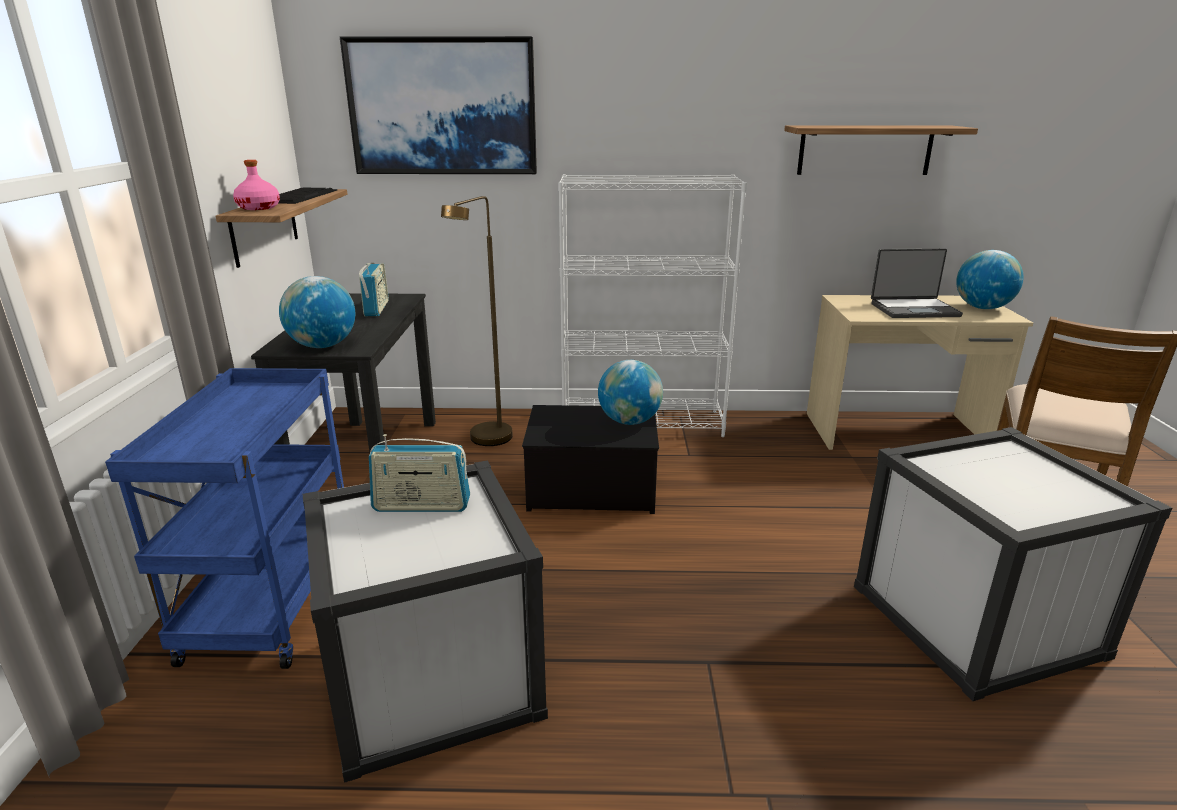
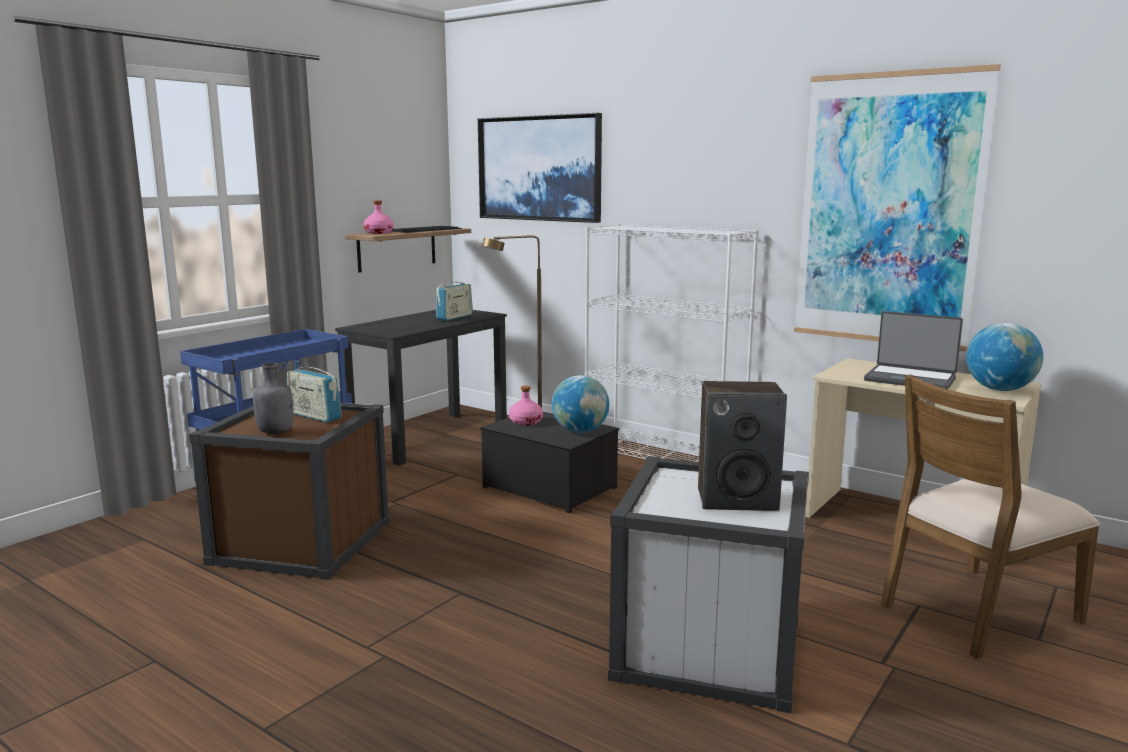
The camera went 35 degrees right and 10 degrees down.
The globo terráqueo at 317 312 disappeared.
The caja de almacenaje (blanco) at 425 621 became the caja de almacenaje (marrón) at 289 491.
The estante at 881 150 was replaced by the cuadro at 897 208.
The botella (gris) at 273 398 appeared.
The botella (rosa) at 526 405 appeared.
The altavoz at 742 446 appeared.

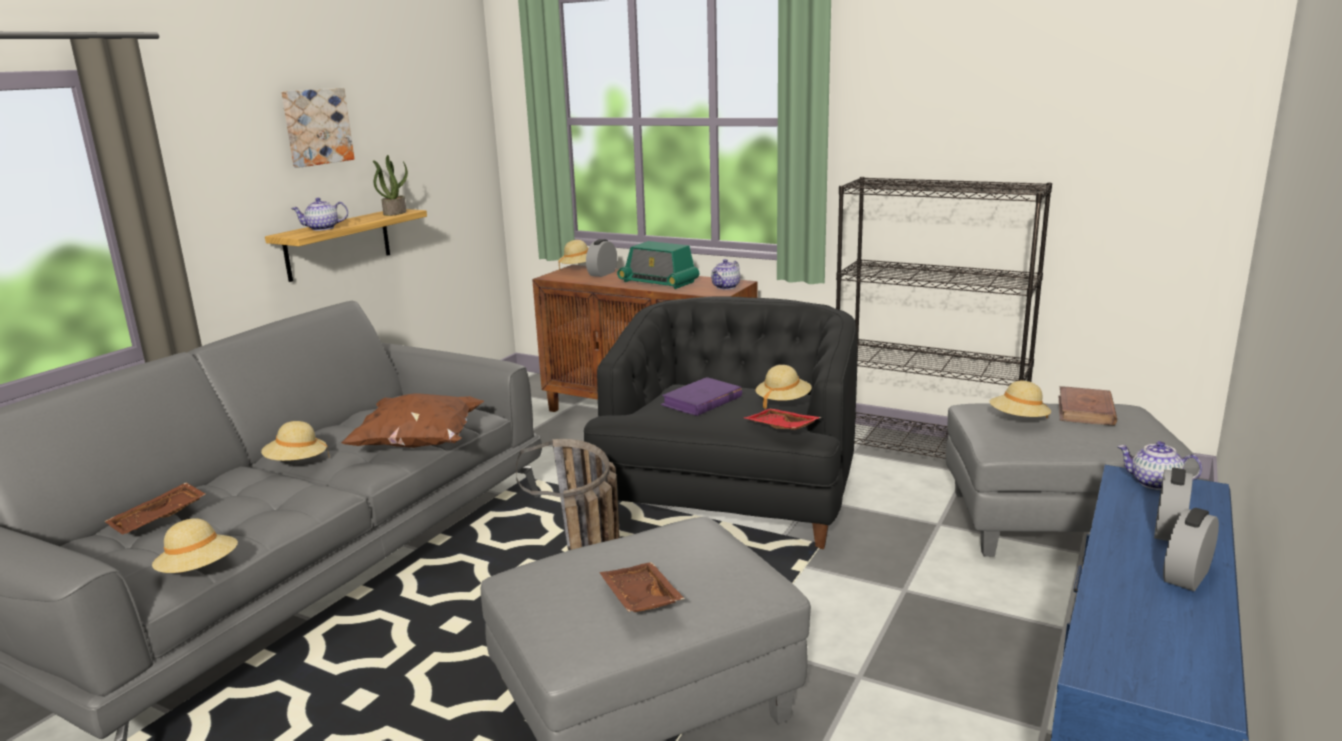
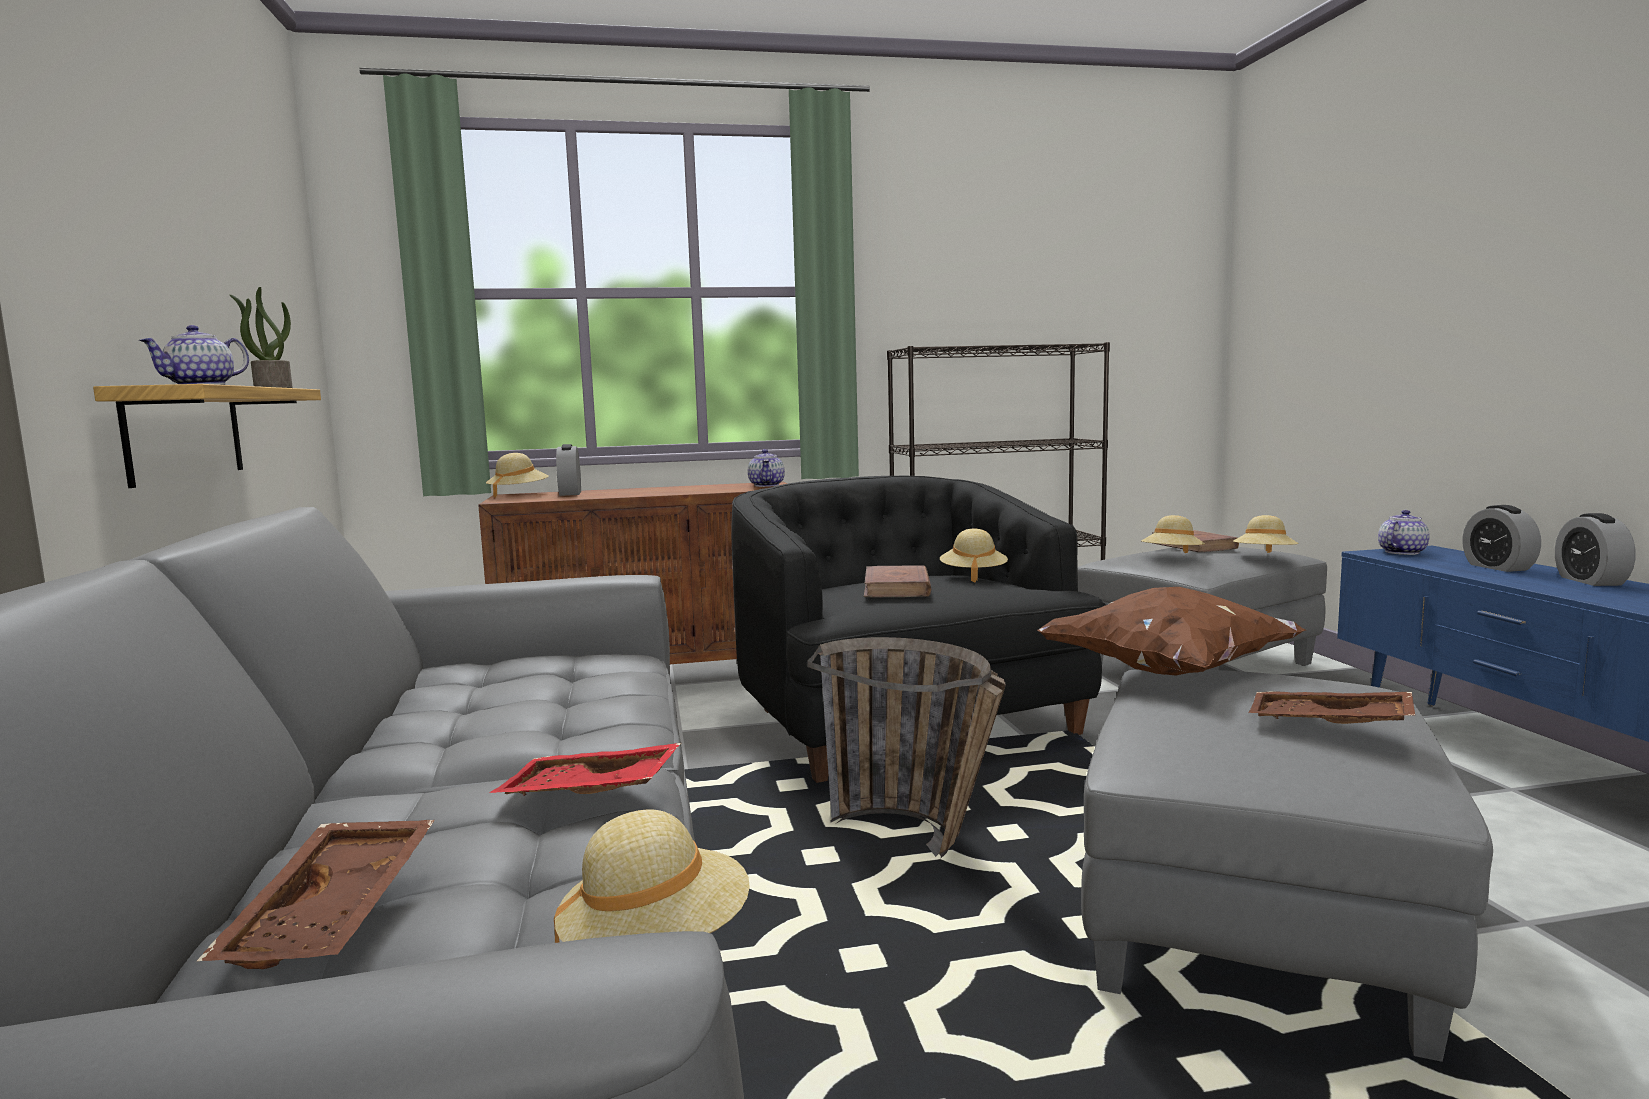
The camera went 40 degrees left and 10 degrees down.
The sombrero (beis) moved from 295 441 to 1265 534.
The cuadro at 317 128 disappeared.
The cojín (marrón) moved from 412 420 to 1171 631.
The radio at 658 265 disappeared.
The libro (morado) at 701 396 became the libro (marrón) at 897 581.
The bandeja (rojo) moved from 783 419 to 585 769.
The tetera at 1159 465 turned 150 degrees clockwise.

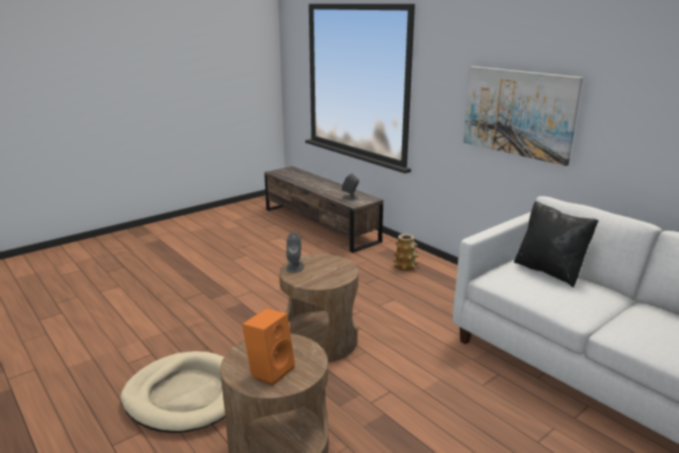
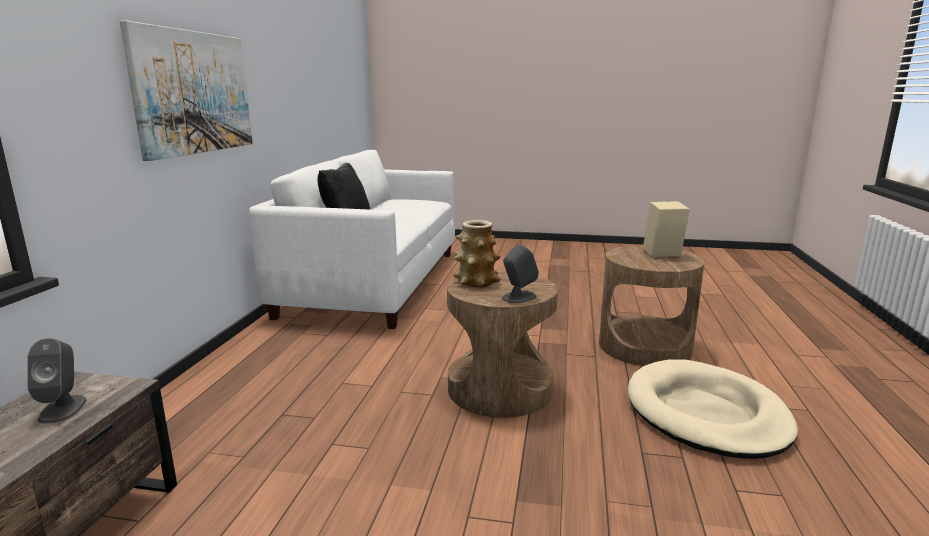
The camera went 130 degrees left and 5 degrees down.
The altavoz (naranja) at 268 347 became the altavoz (beis) at 666 229.
The florero moved from 406 252 to 477 254.

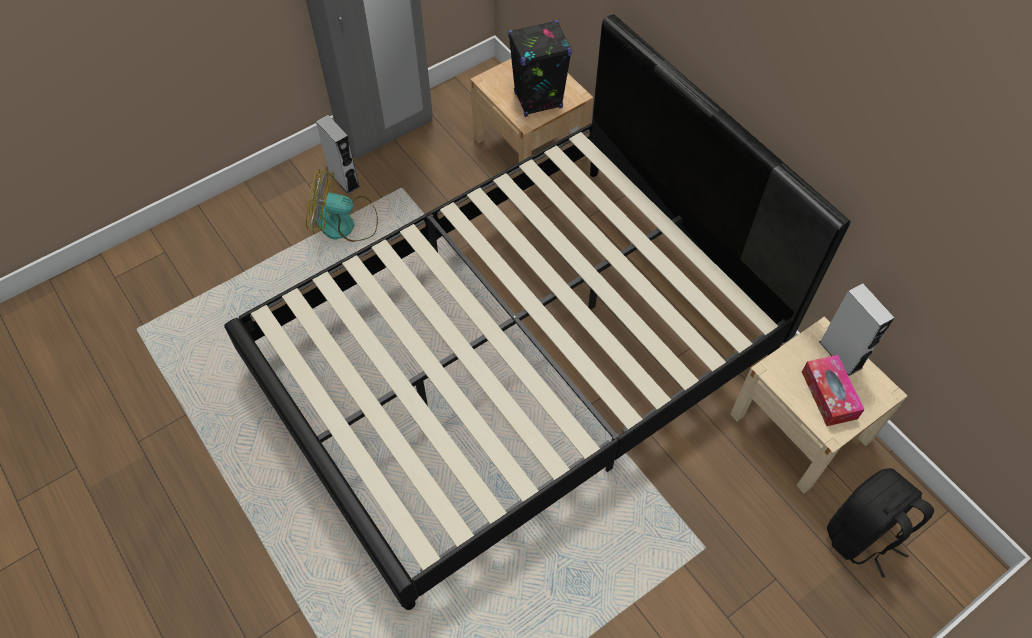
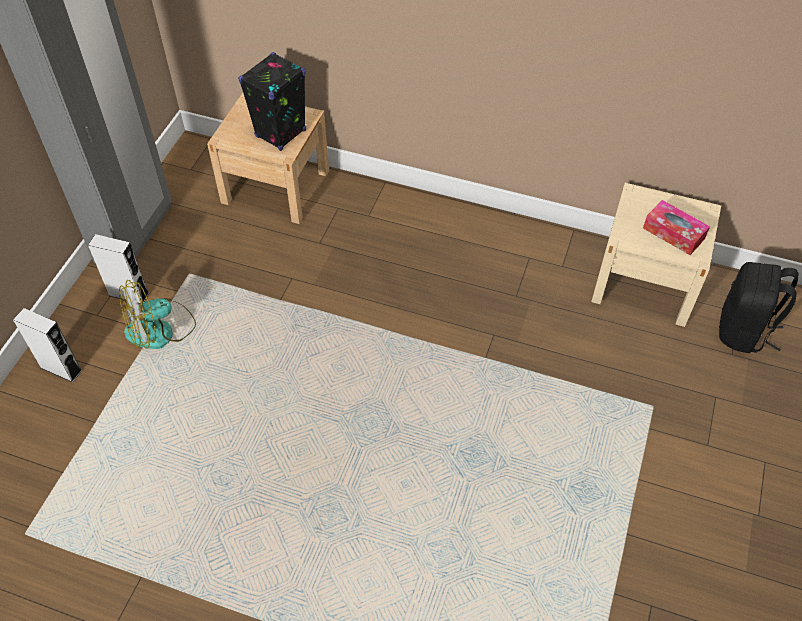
The camera went 35 degrees left and 5 degrees down.
The cama (negro) at 537 312 disappeared.
The altavoz (gris) moved from 857 329 to 47 345.

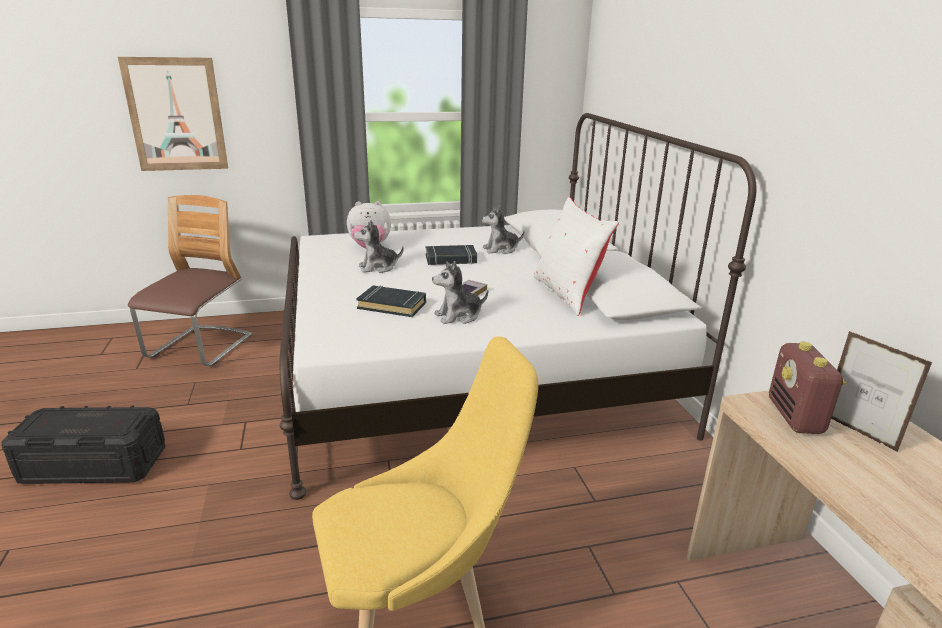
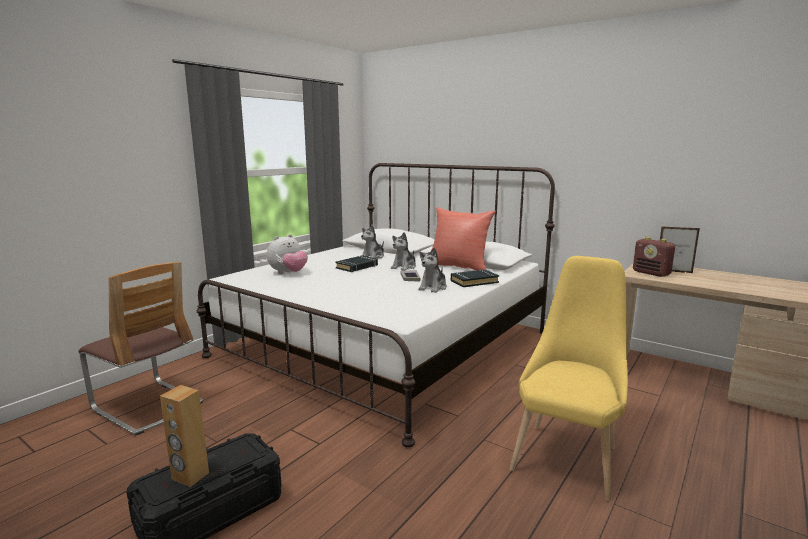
The camera went 40 degrees left and 10 degrees down.
The cuadro at 173 114 disappeared.
The silla at 190 280 turned 150 degrees clockwise.
The peluche moved from 379 246 to 403 251.
The libro (negro) moved from 391 301 to 475 278.
The cojín (blanco) at 576 256 became the cojín (rojo) at 463 238.
The altavoz (marrón) at 184 436 appeared.

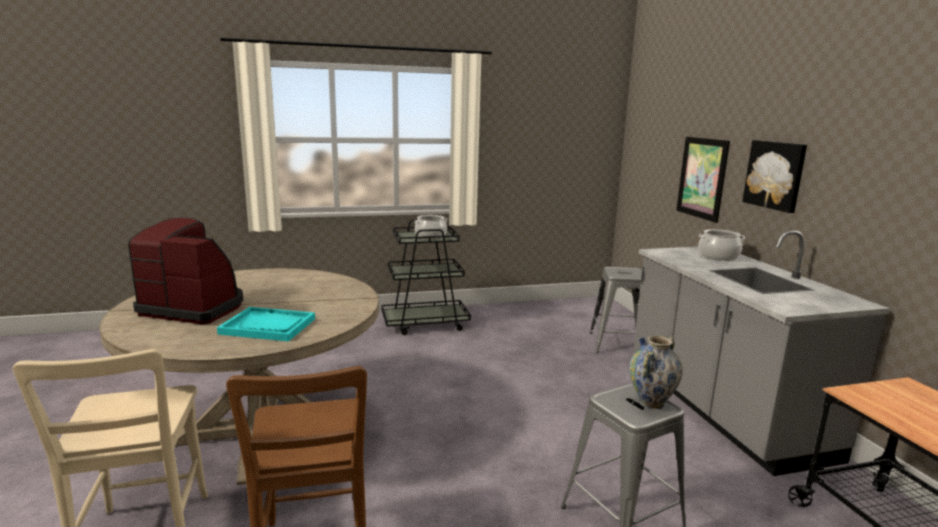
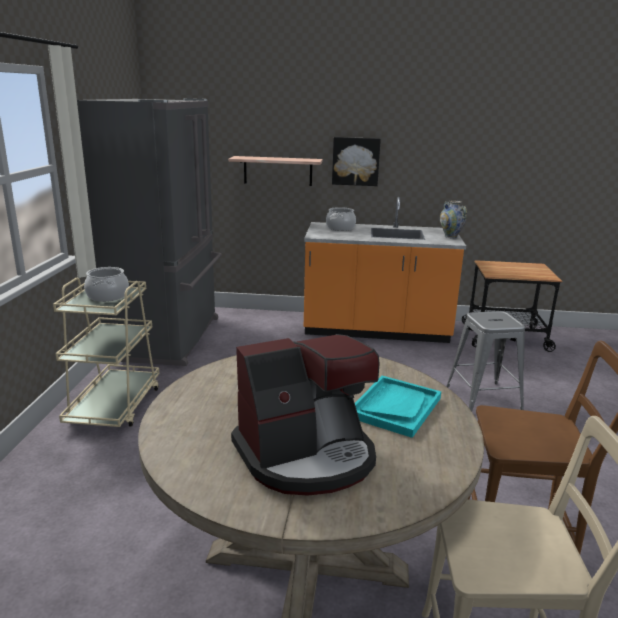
The camera went 70 degrees left and 5 degrees up.
The cafetera at 185 270 turned 150 degrees counterclockwise.
The carrito (negro) at 426 277 became the carrito (beis) at 106 352.
The taburete (gris) at 616 310 disappeared.
The florero moved from 656 373 to 453 219.
The mueble bajo de cocina (gris) at 761 353 became the mueble bajo de cocina (naranja) at 385 270.
The cuadro at 703 180 was replaced by the estante at 275 171.
The nevera (gris) at 149 232 appeared.

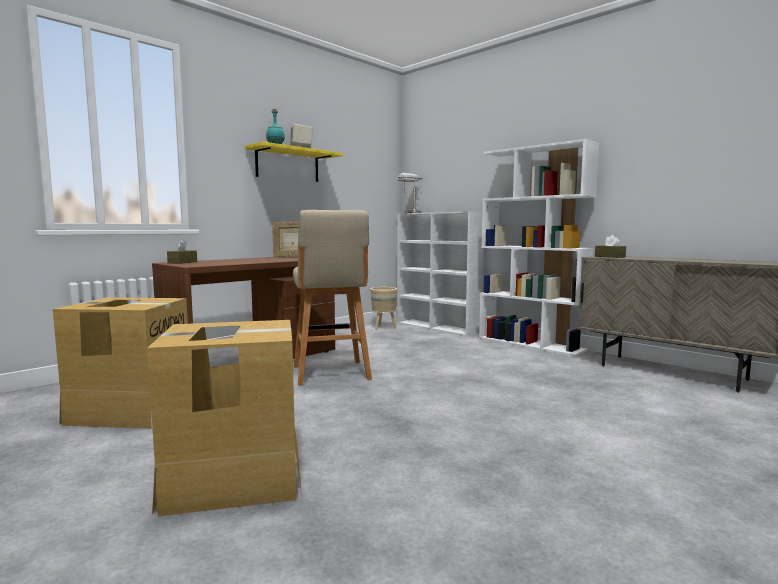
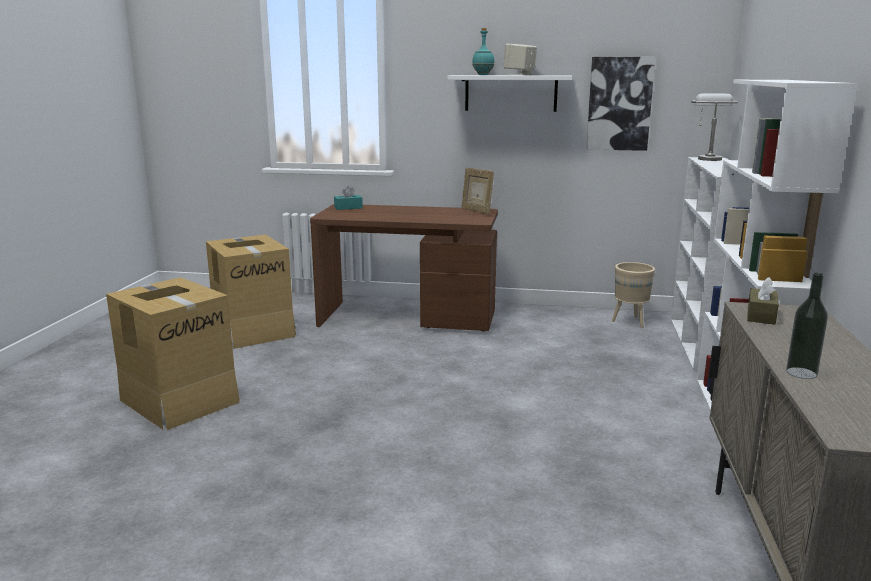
The camera went 55 degrees right and 10 degrees up.
The caja de pañuelos (marrón) at 182 251 became the caja de pañuelos (turquesa) at 348 198.
The estante (amarillo) at 294 162 became the estante (blanco) at 509 93.
The taburete (beis) at 332 298 disappeared.
The cuadro at 620 104 appeared.
The botella at 807 326 appeared.

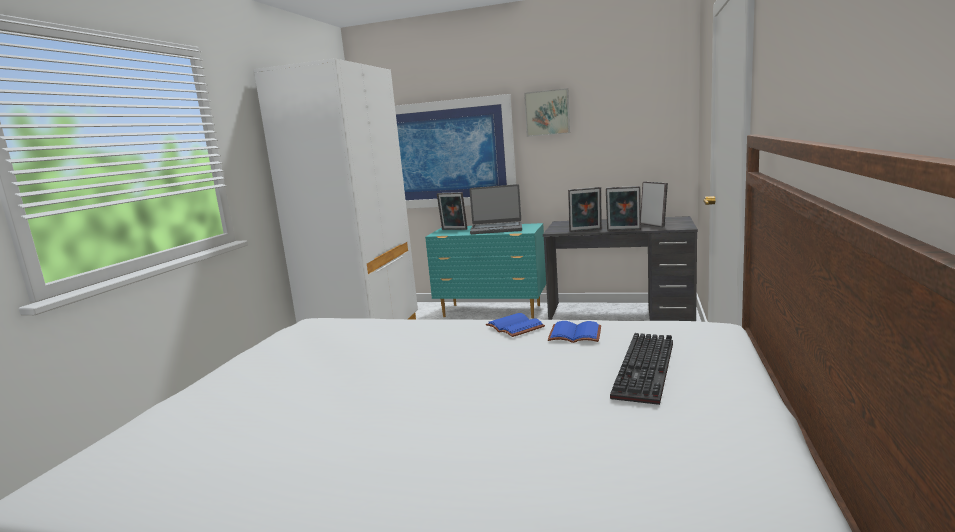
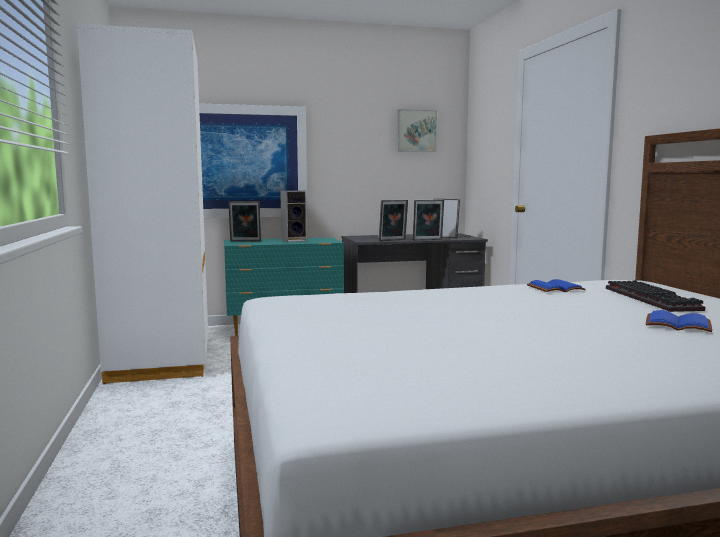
The camera went 30 degrees left and 5 degrees down.
The portátil at 495 209 was replaced by the altavoz at 293 216.
The libro (azul) moved from 515 325 to 679 321.
The cuadro moved from 547 112 to 416 130.

